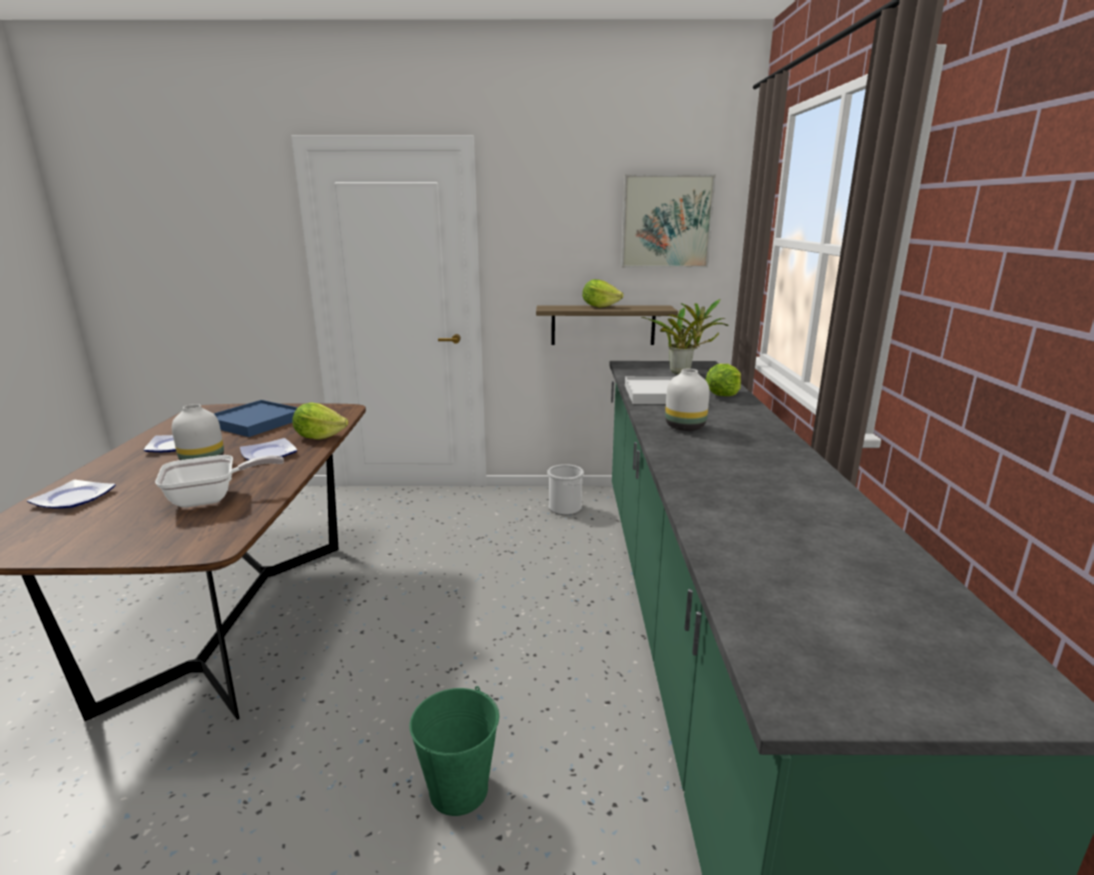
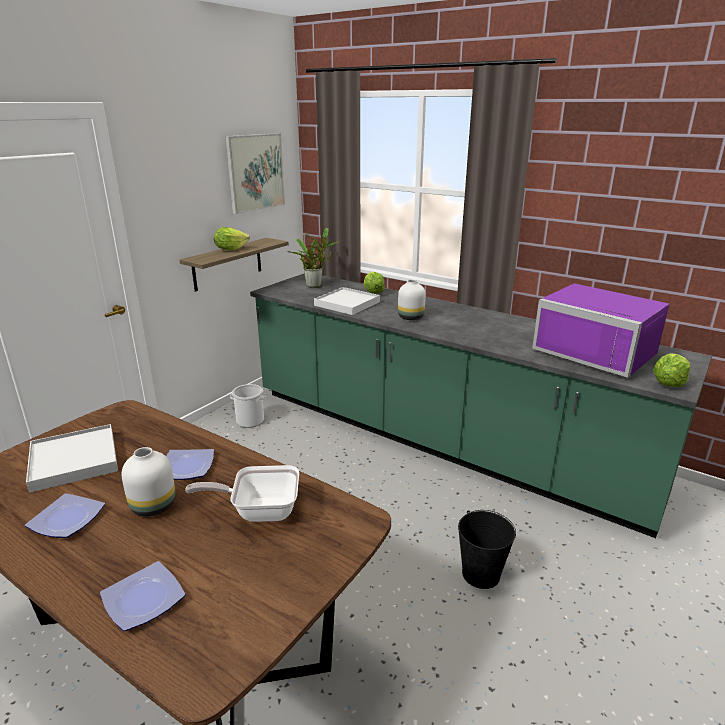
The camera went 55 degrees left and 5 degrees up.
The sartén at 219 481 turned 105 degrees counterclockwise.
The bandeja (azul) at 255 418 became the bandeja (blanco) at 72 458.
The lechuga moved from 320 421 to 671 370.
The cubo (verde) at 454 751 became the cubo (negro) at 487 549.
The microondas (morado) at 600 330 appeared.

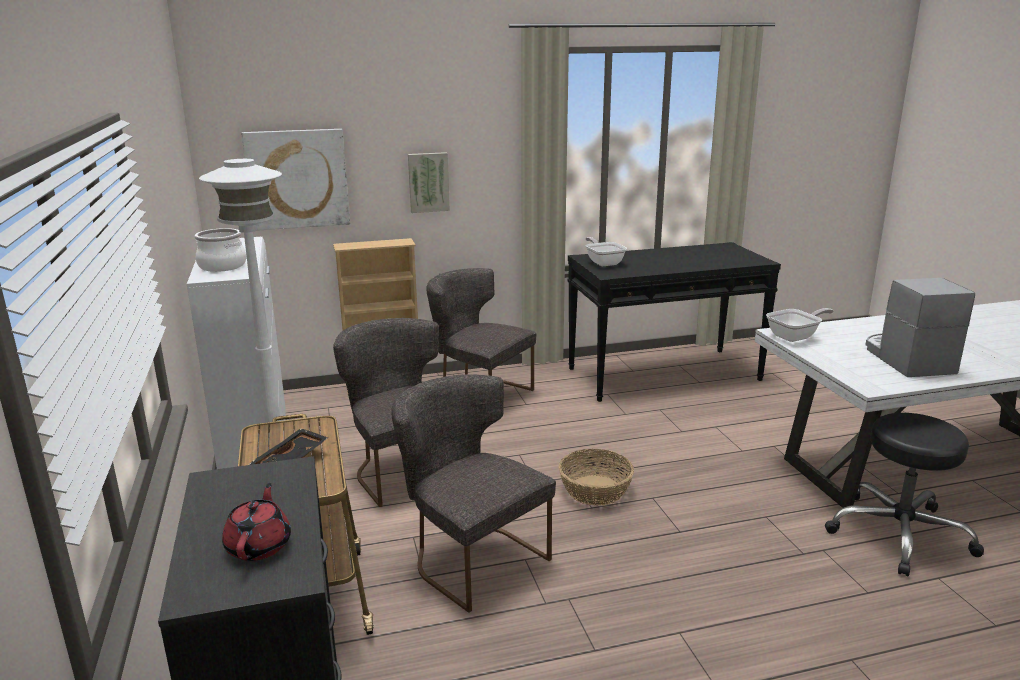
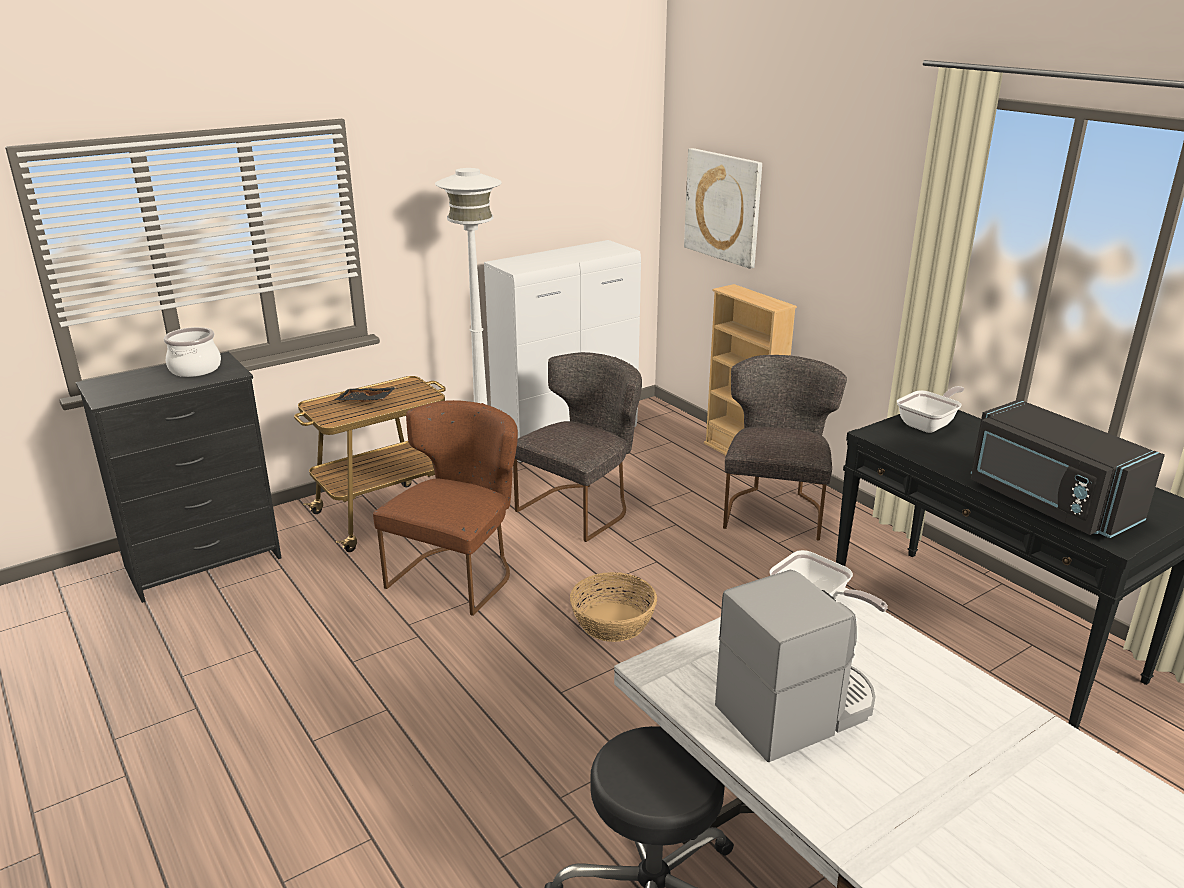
The camera went 70 degrees right and 5 degrees up.
The olla moved from 220 250 to 192 352.
The tetera (rojo) at 256 522 disappeared.
The silla (gris) at 473 493 became the silla (marrón) at 445 508.
The cuadro at 429 182 disappeared.
The microondas (negro) at 1068 468 appeared.

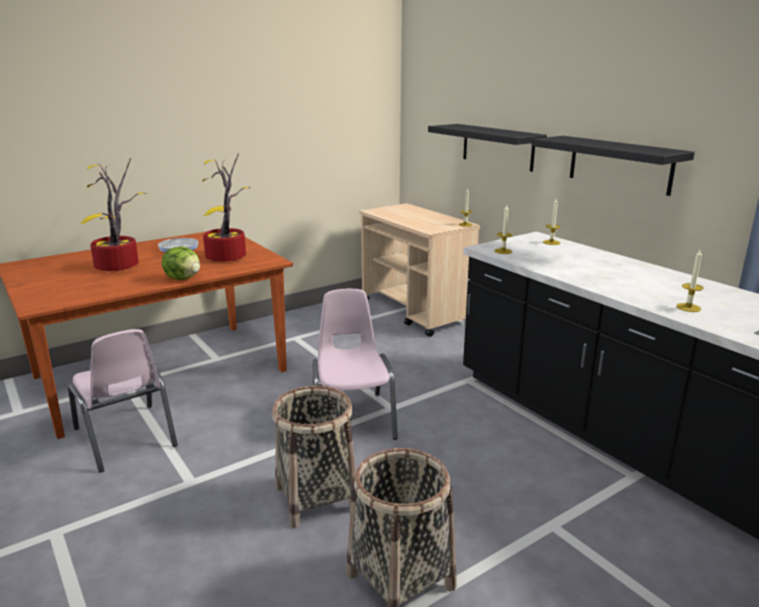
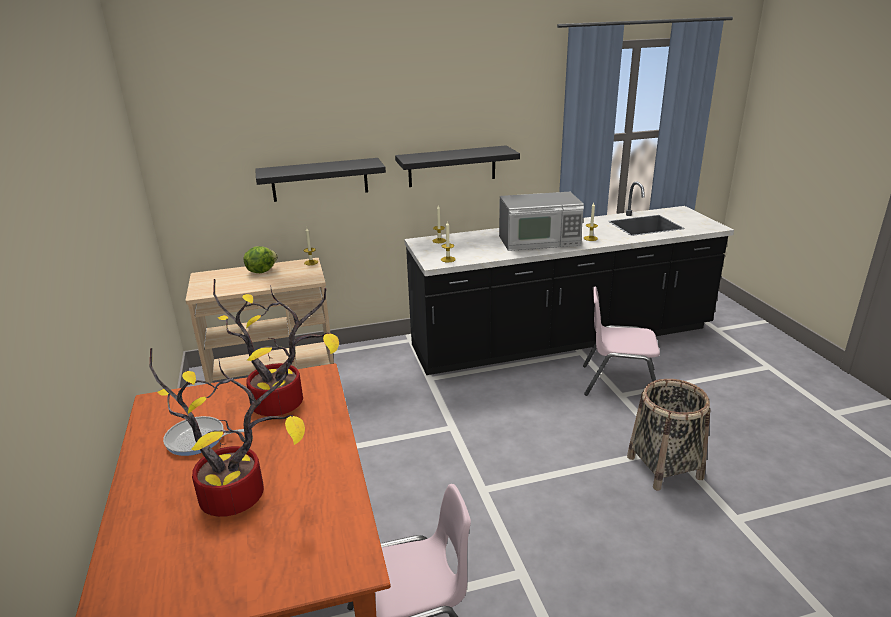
The camera went 70 degrees left and 5 degrees up.
The lechuga moved from 181 263 to 260 259.
The cesta at 314 457 disappeared.
The silla (rosa) moved from 355 364 to 621 341.
The microondas at 541 221 appeared.

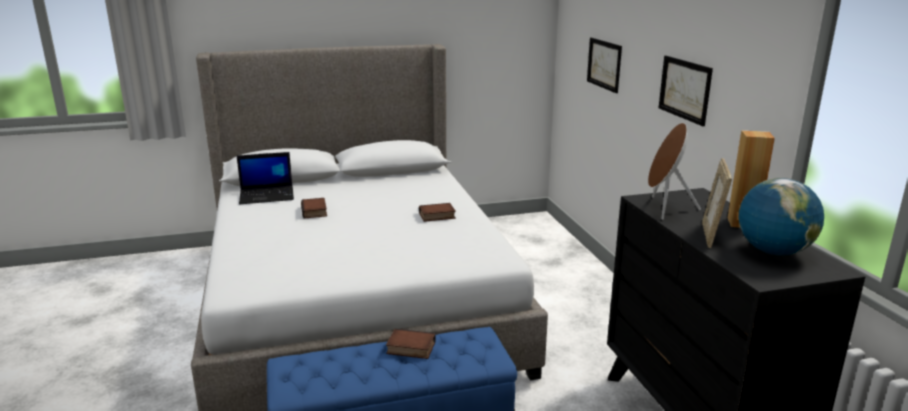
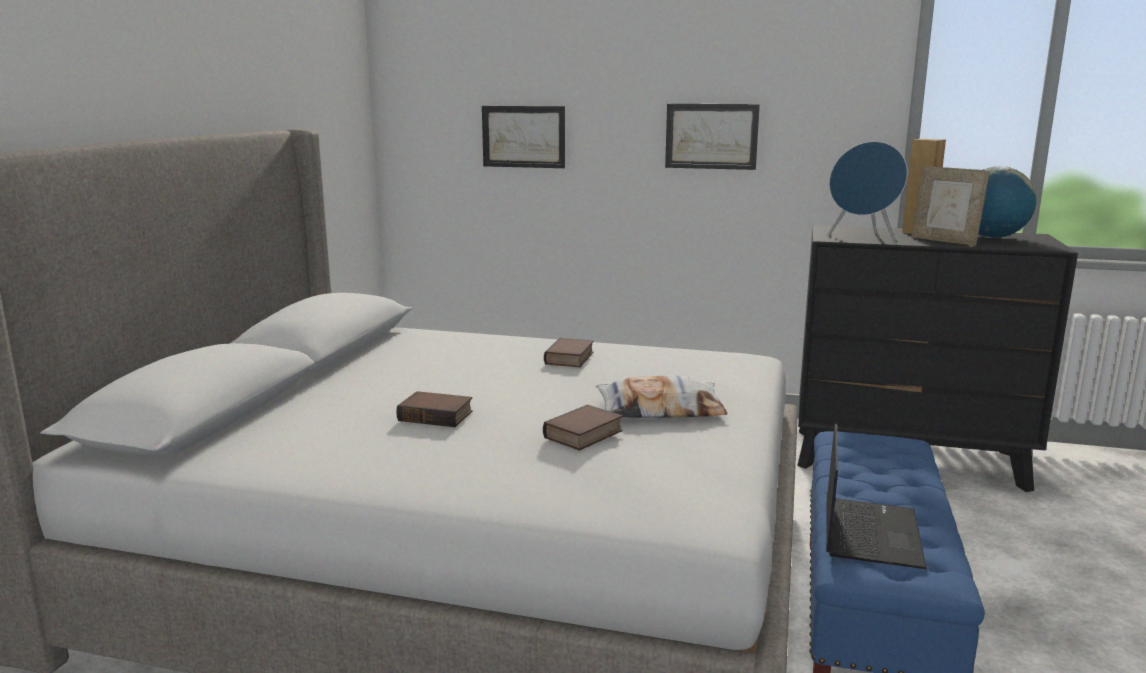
The camera went 60 degrees left and 5 degrees down.
The portátil moved from 265 178 to 876 496.
The libro moved from 411 344 to 583 428.
The altavoz (marrón) at 674 171 became the altavoz (azul) at 867 192.
The cojín at 662 396 appeared.

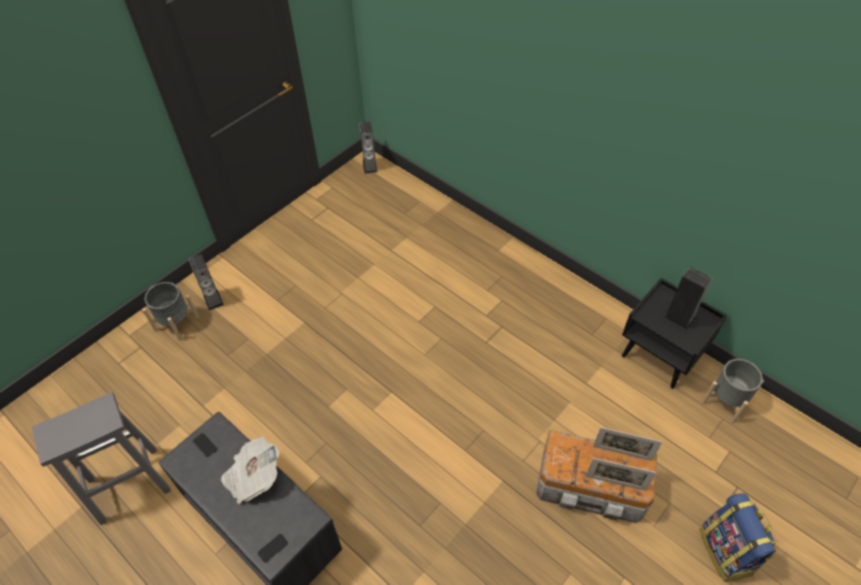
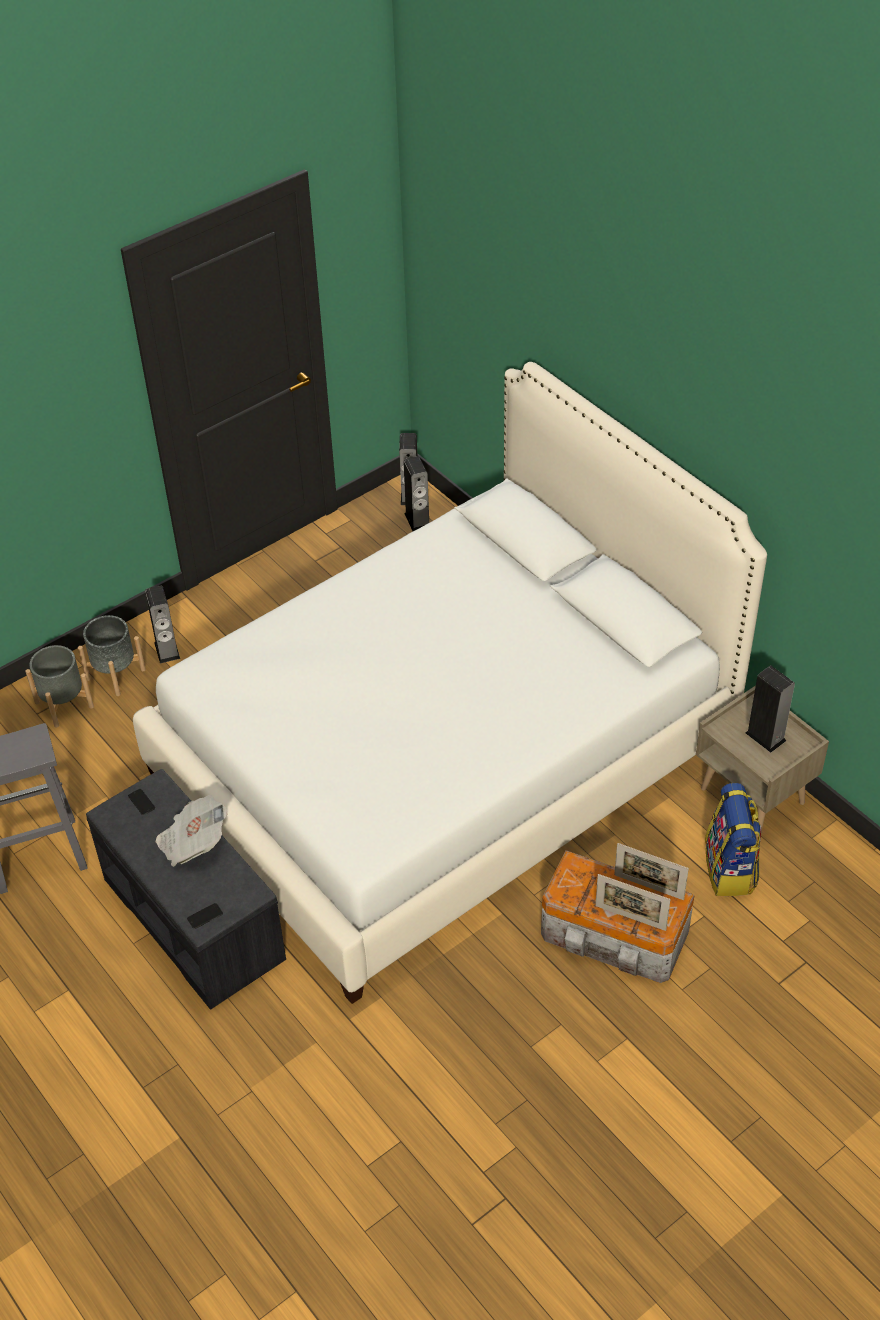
The camera went 10 degrees right and 5 degrees down.
The mesita de noche (negro) at 674 333 became the mesita de noche (beis) at 762 761.
The mochila moved from 738 537 to 733 839.
The maceta (gris) moved from 733 391 to 59 686.
The cama (blanco) at 450 683 appeared.
The altavoz at 416 493 appeared.

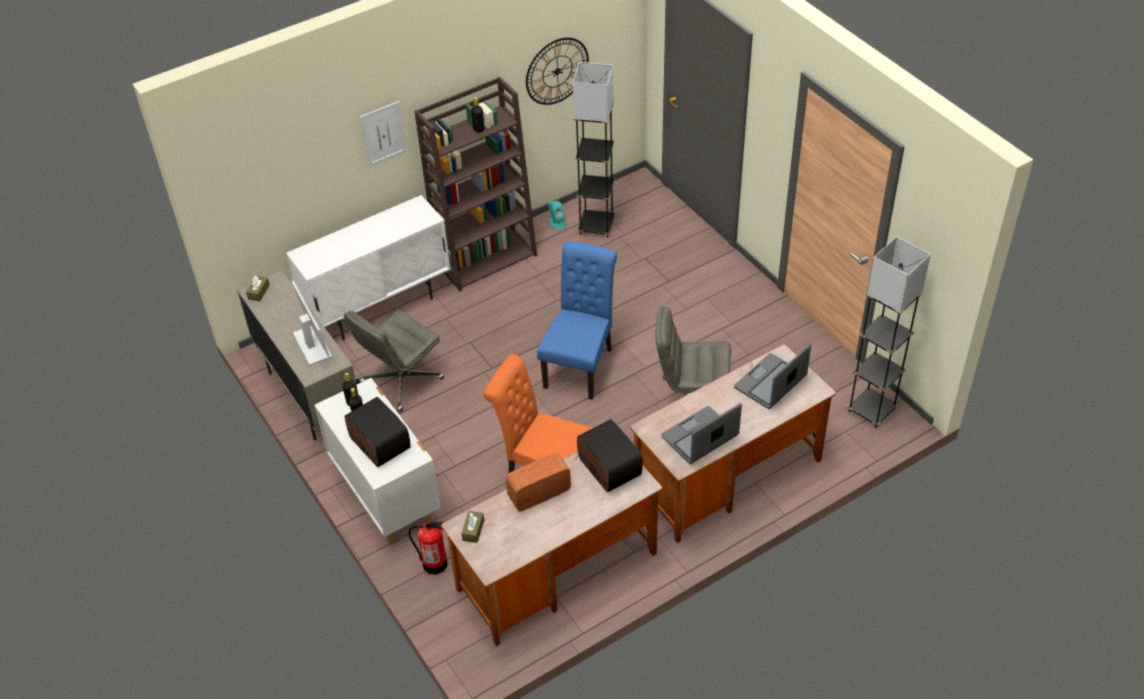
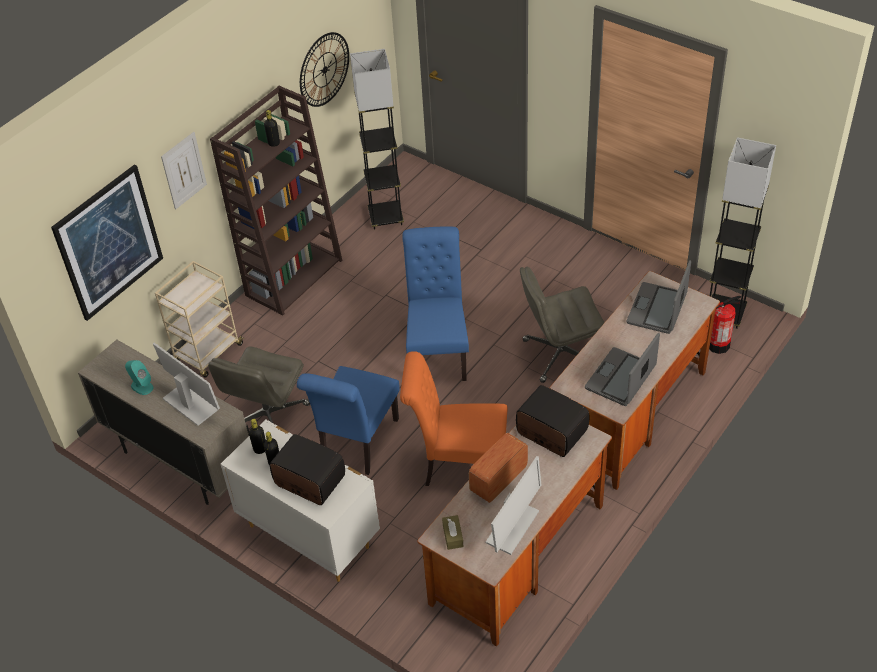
The camera went 20 degrees left and 0 degrees up.
The caja de pañuelos (marrón) at 258 288 disappeared.
The armario (blanco) at 368 267 was replaced by the carrito (beis) at 200 319.
The extintor moved from 428 548 to 725 325.
The altavoz (turquesa) moved from 557 215 to 139 377.
The cuadro at 107 242 appeared.
The silla (azul) at 348 420 appeared.
The monitor at 513 505 appeared.

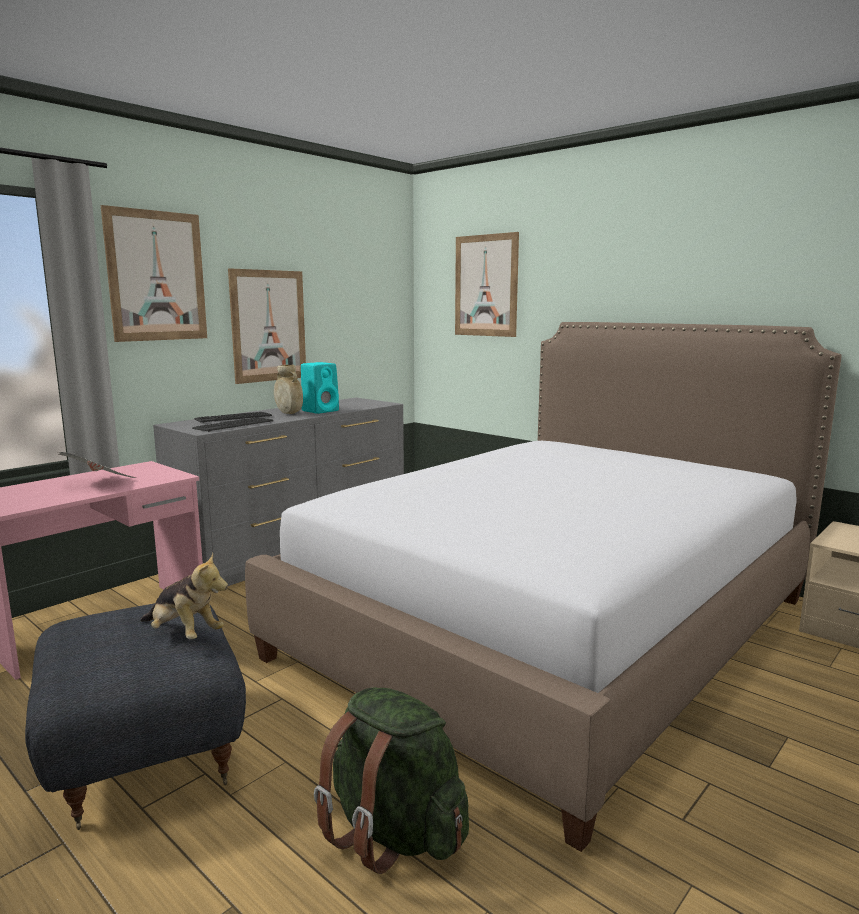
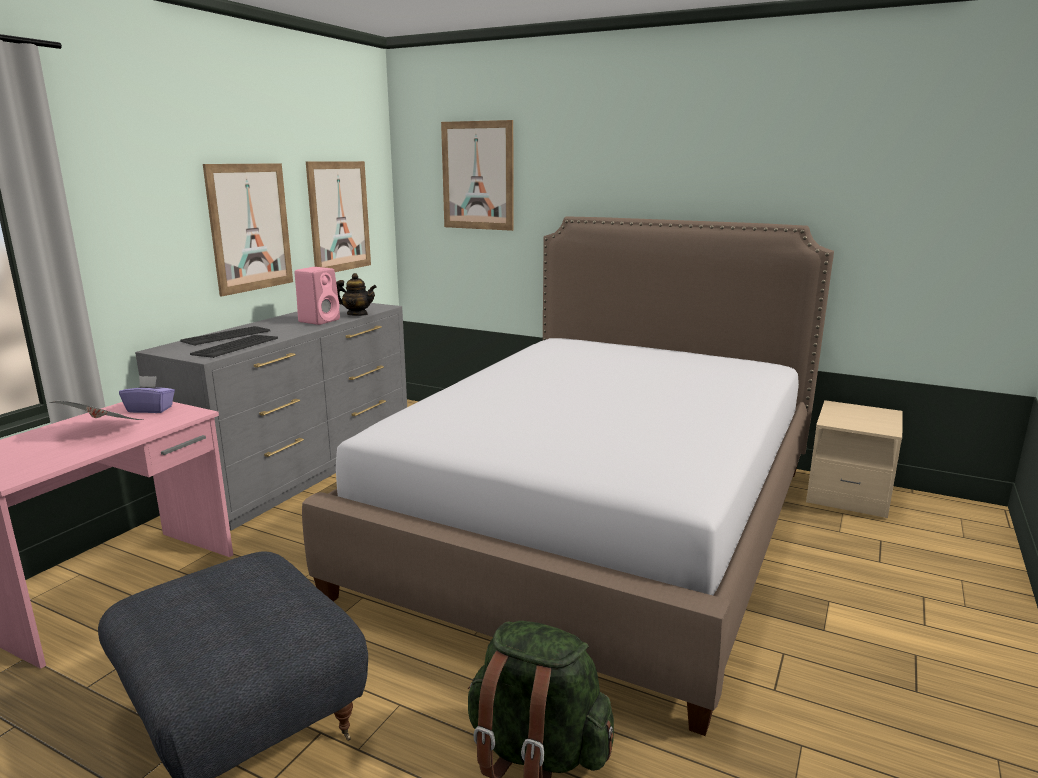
The camera went 15 degrees left and 5 degrees up.
The cuadro moved from 154 273 to 338 216.
The peluche at 184 596 disappeared.
The florero (beis) at 288 389 disappeared.
The altavoz (turquesa) at 320 388 became the altavoz (rosa) at 317 296.
The caja de pañuelos (morado) at 147 394 appeared.
The tetera at 356 294 appeared.

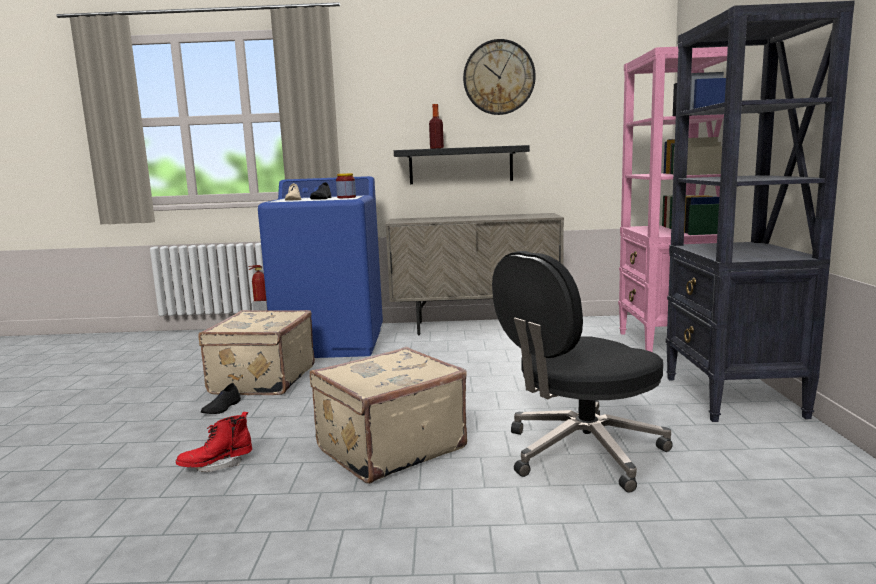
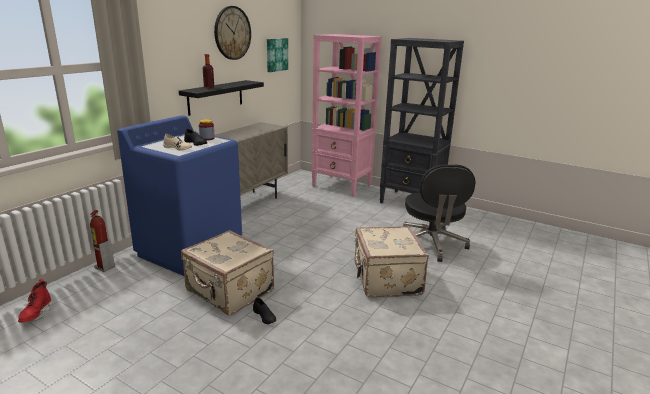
The camera went 60 degrees left and 10 degrees up.
The bota (rojo) moved from 214 442 to 34 301.
The cuadro at 277 55 appeared.

